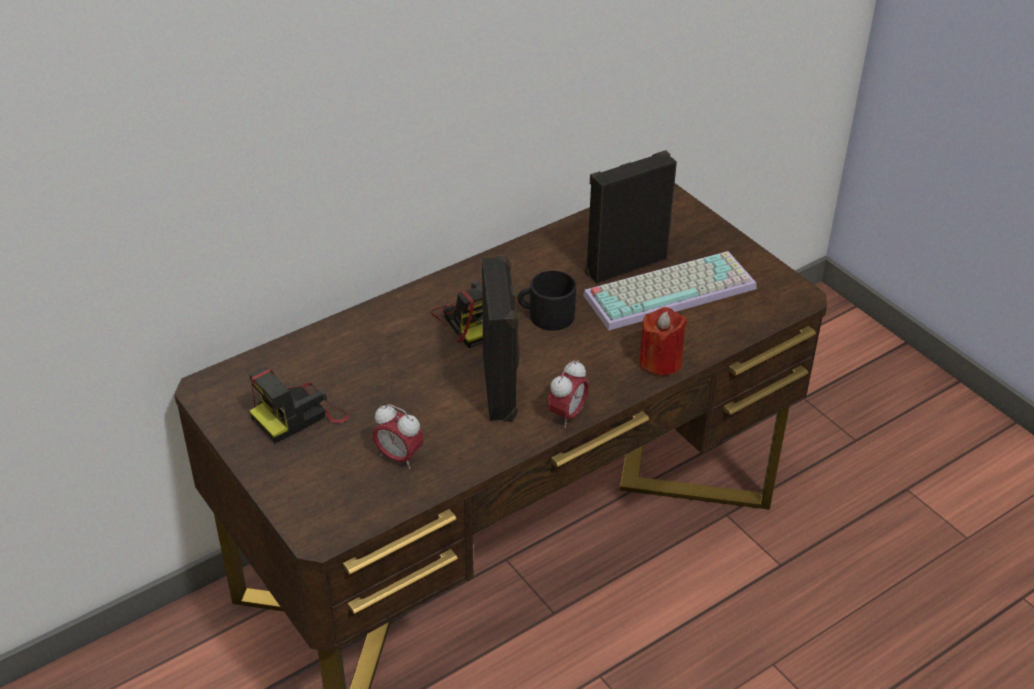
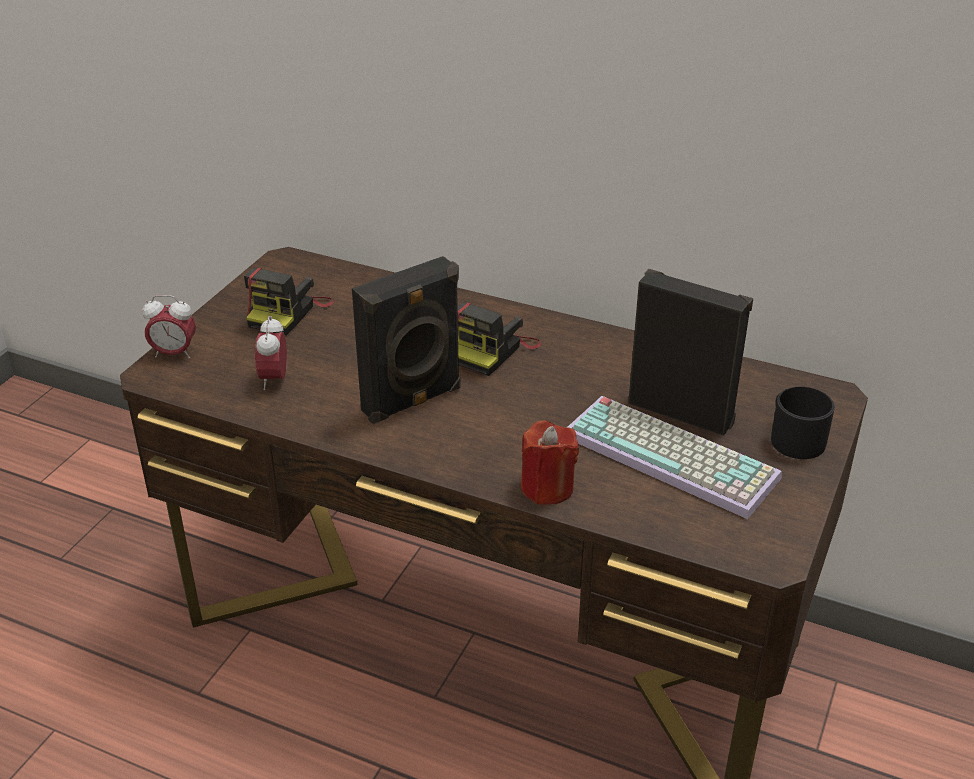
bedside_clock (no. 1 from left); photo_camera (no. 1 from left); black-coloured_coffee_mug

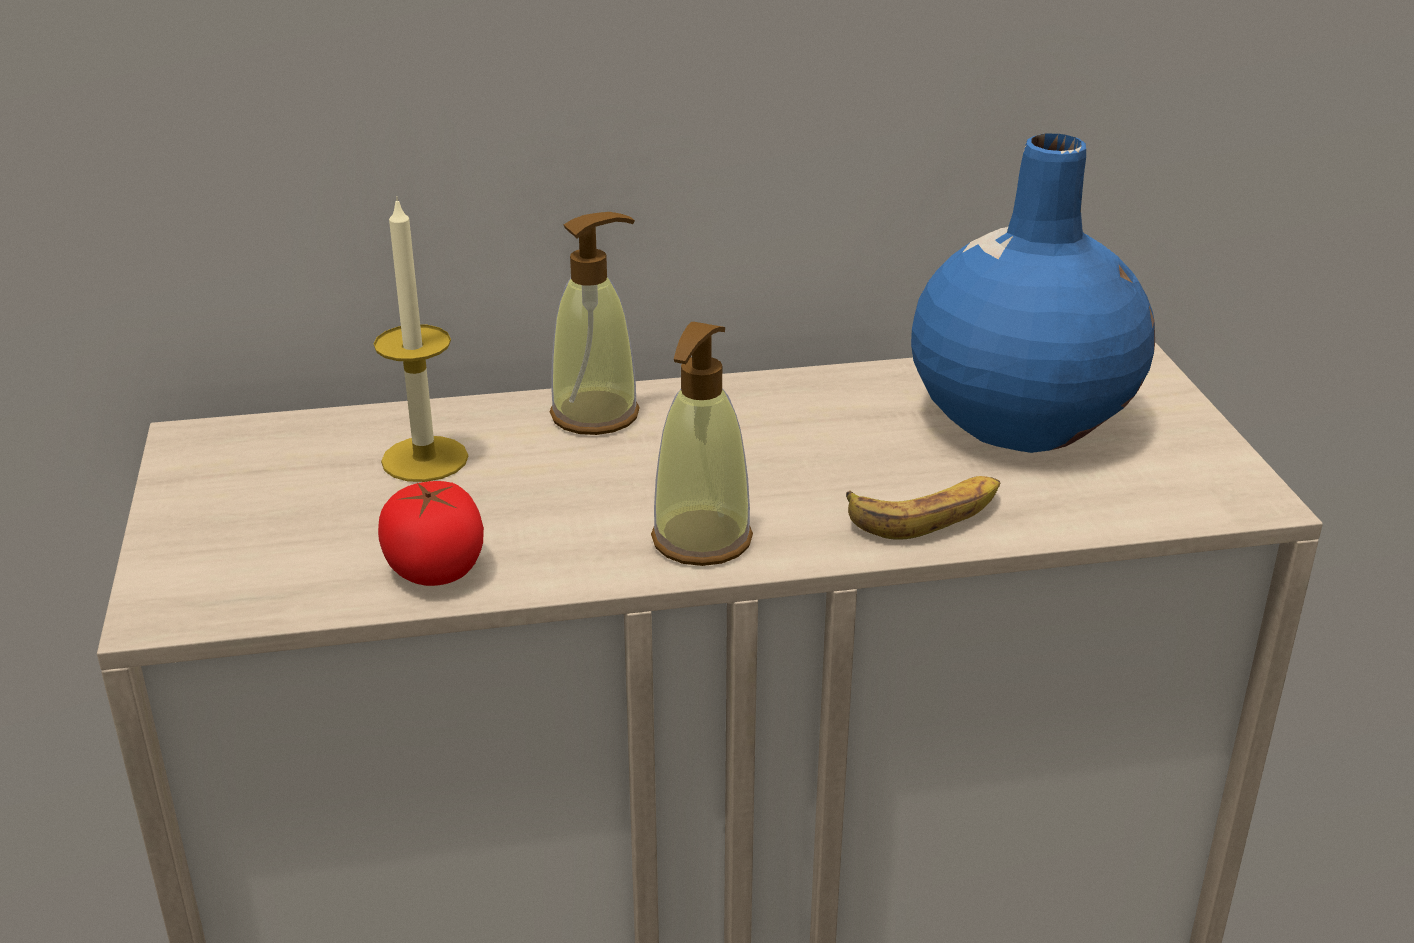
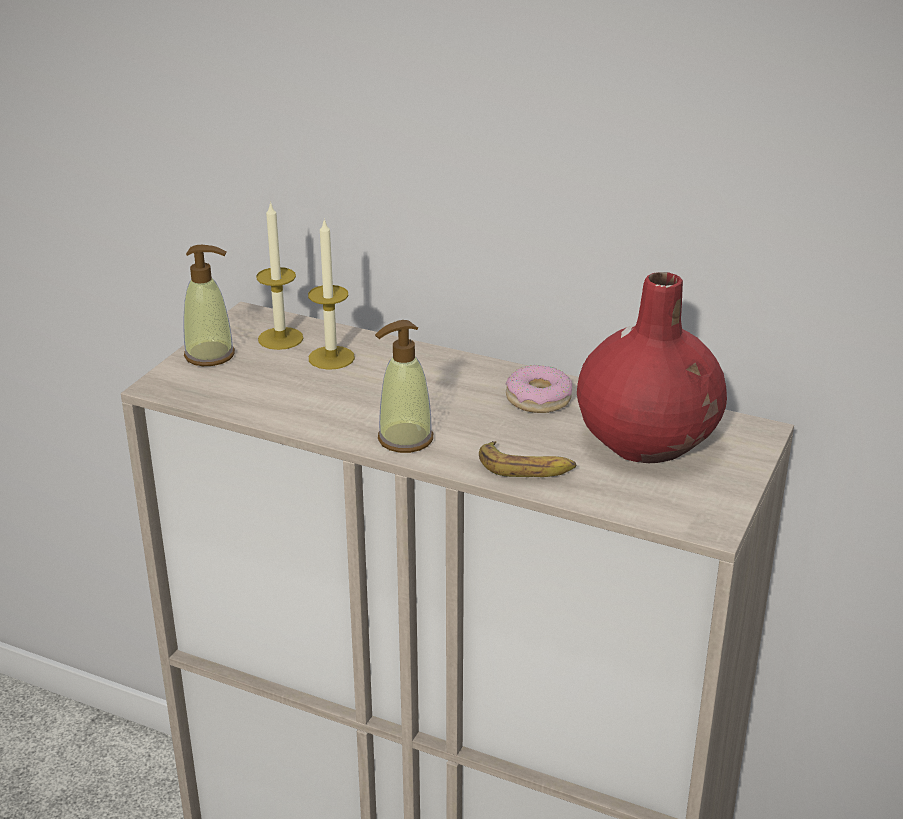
soap_bottle (no. 1 from left); candle (no. 1 from left); donut; red_flower_vase; tomato

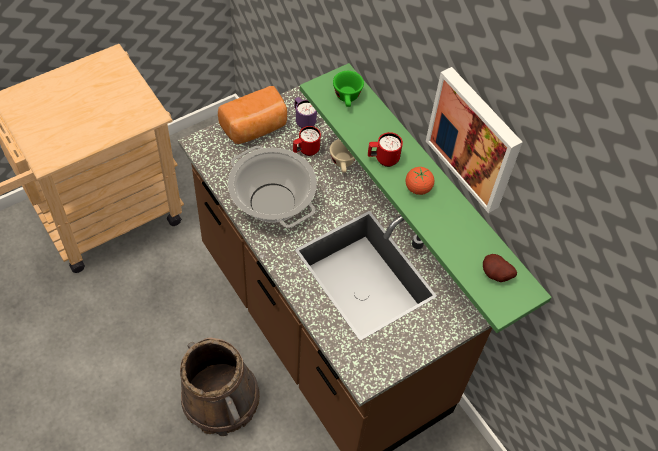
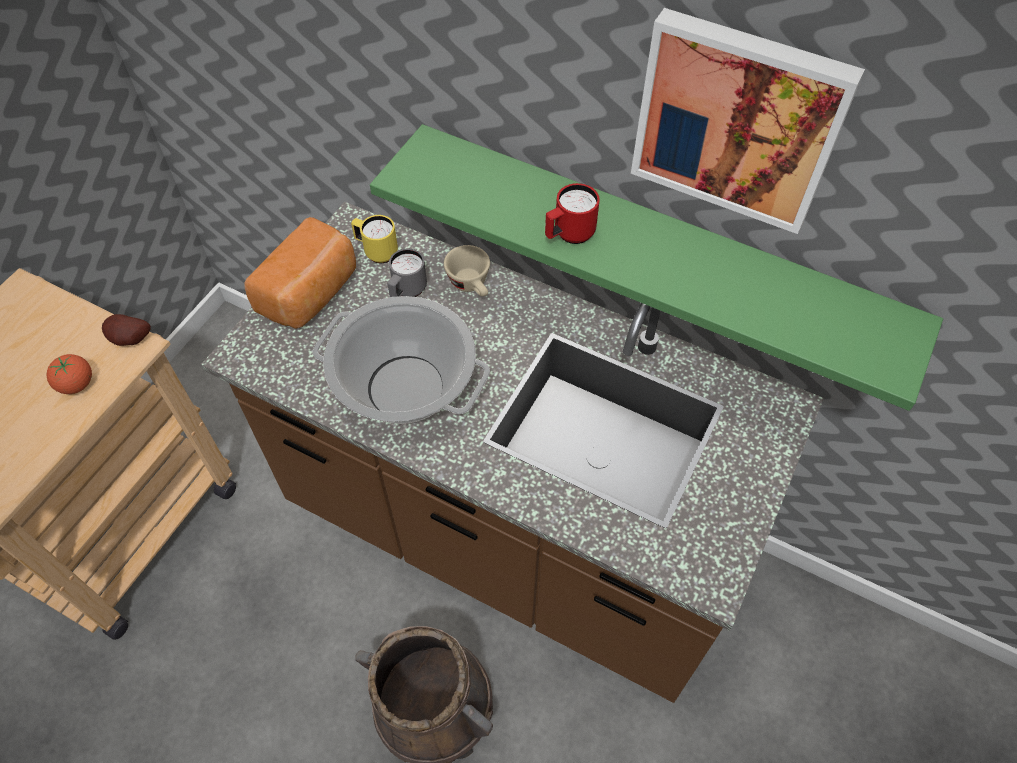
tomato; spud; yellow-coloured_coffee_mug; grey_coffee_mug; green_small_cup

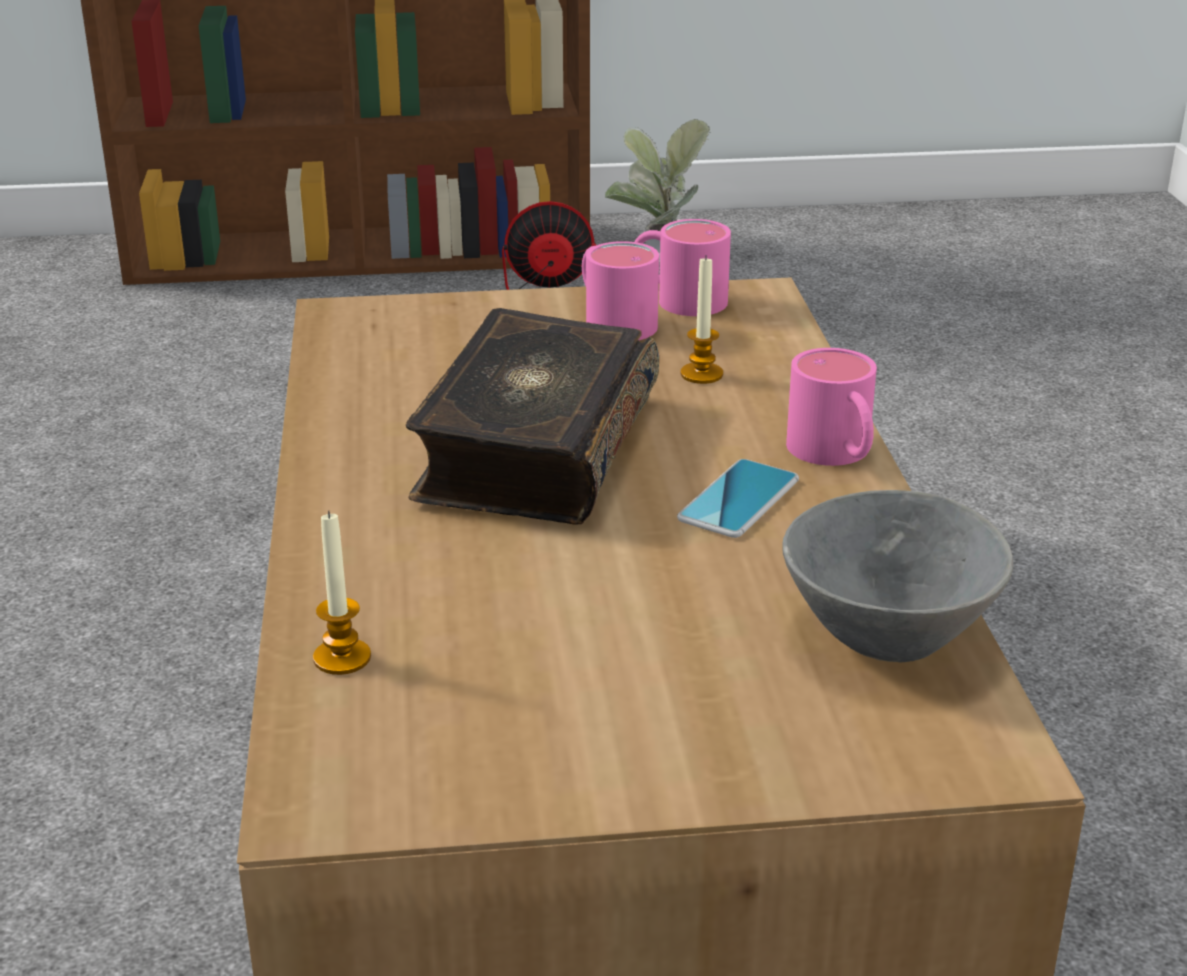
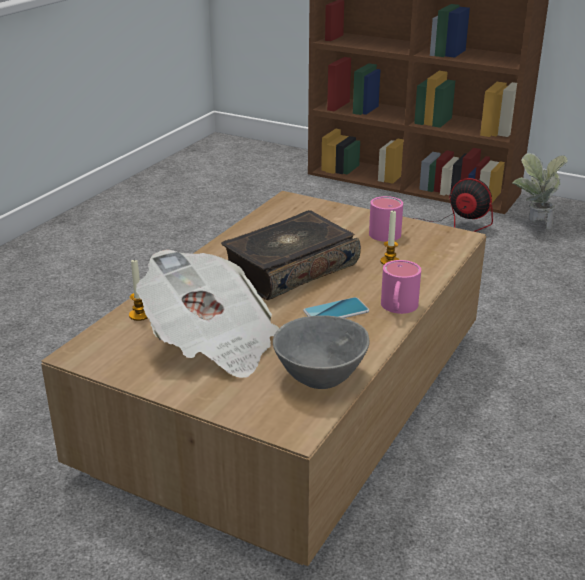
newspaper; pink-coloured_coffee_mug (no. 2 from left in the first image)

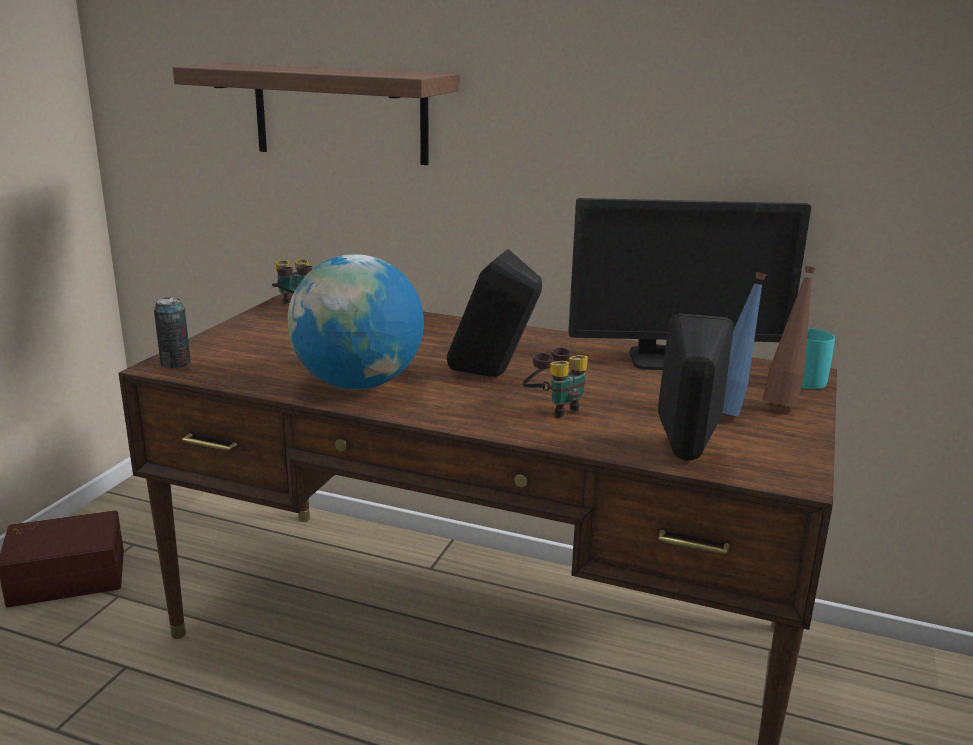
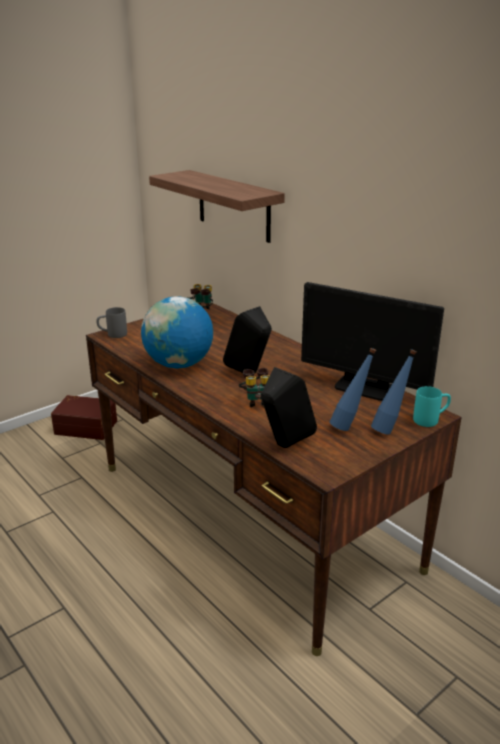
grey_coffee_mug; blue_drink_bottle (no. 2 from left)

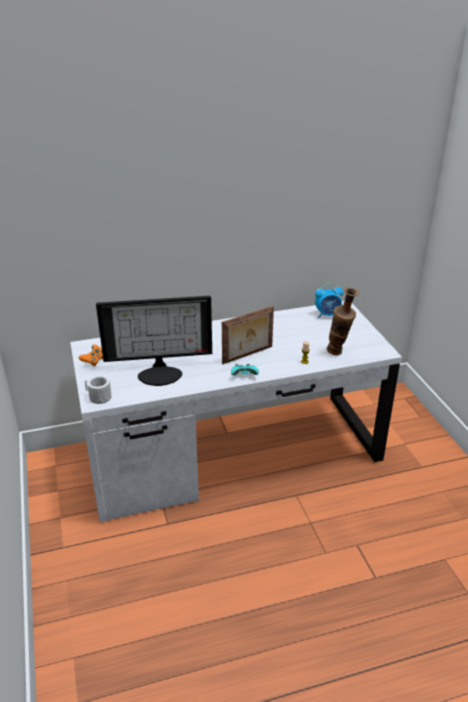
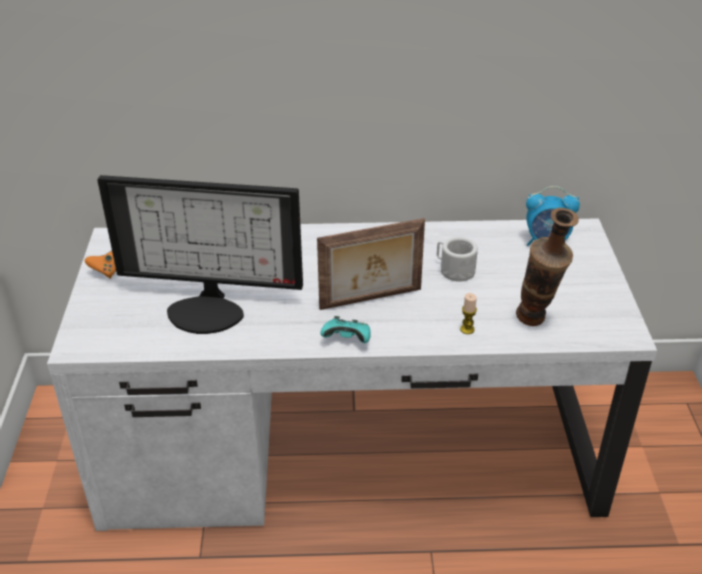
white-coloured_coffee_mug

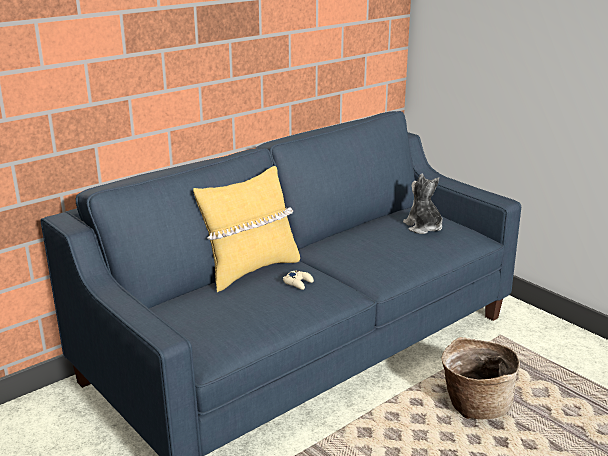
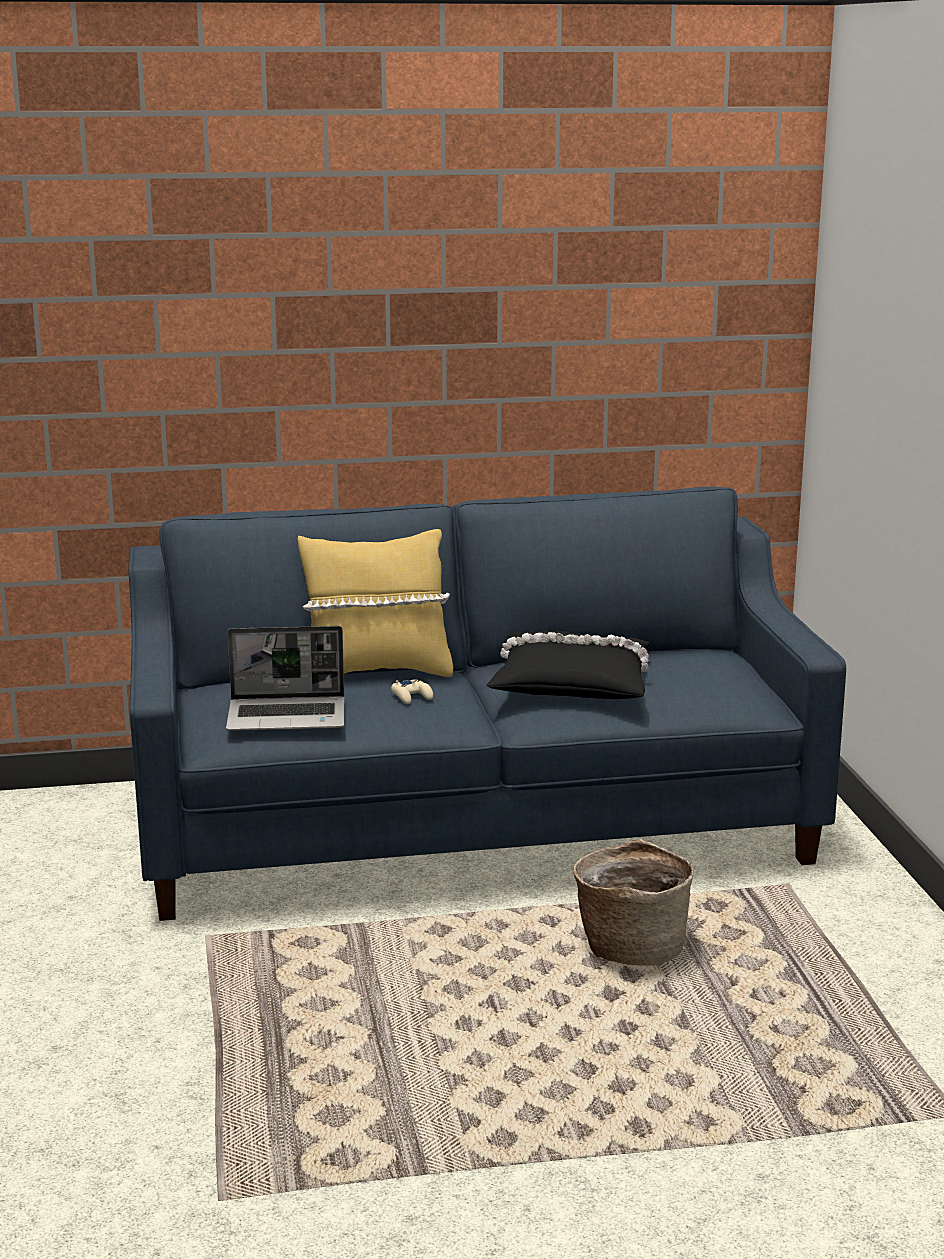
portable_computer; black-coloured_pillow; soft_toy

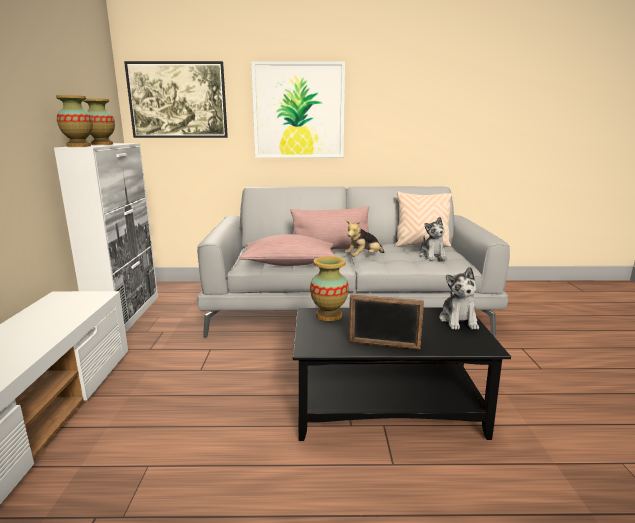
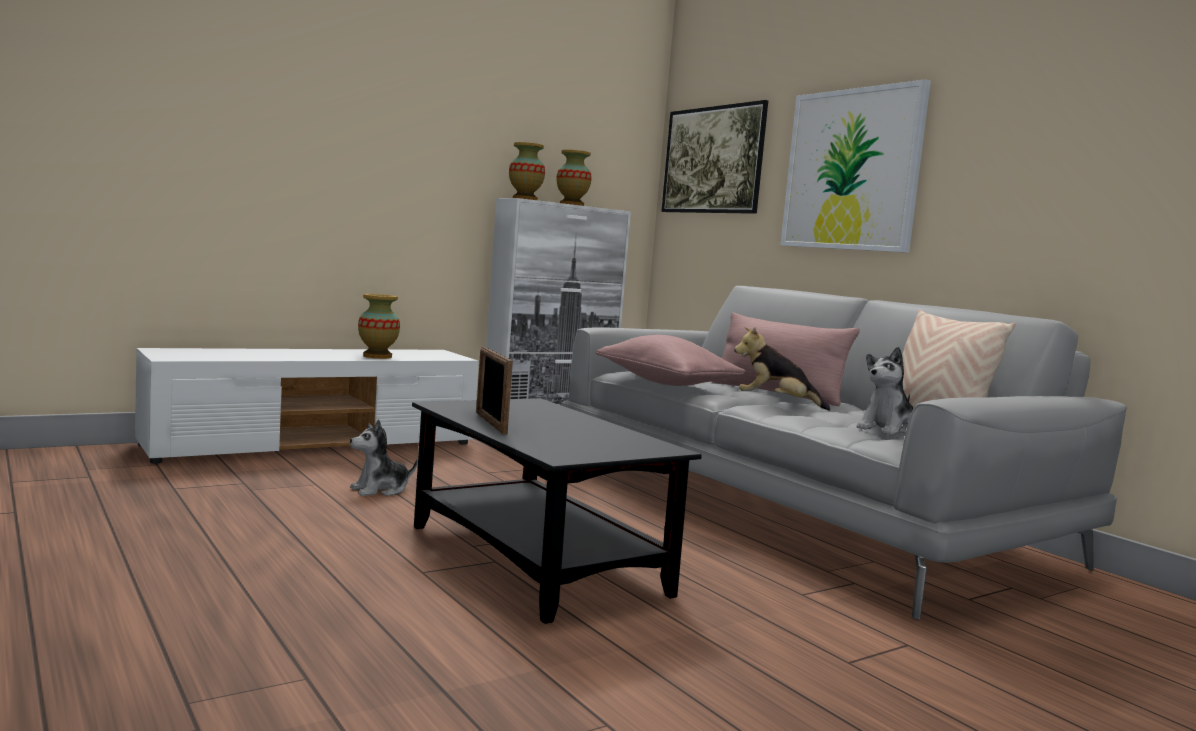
soft_toy (no. 1 from left); flower_vase (no. 1 from left)

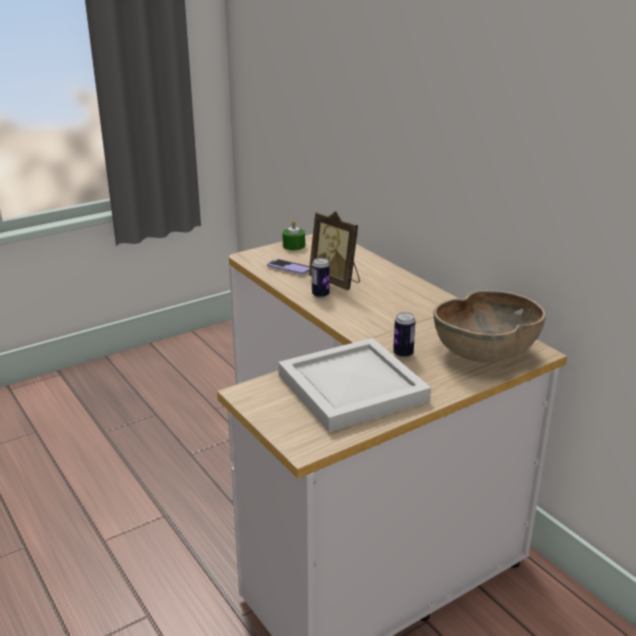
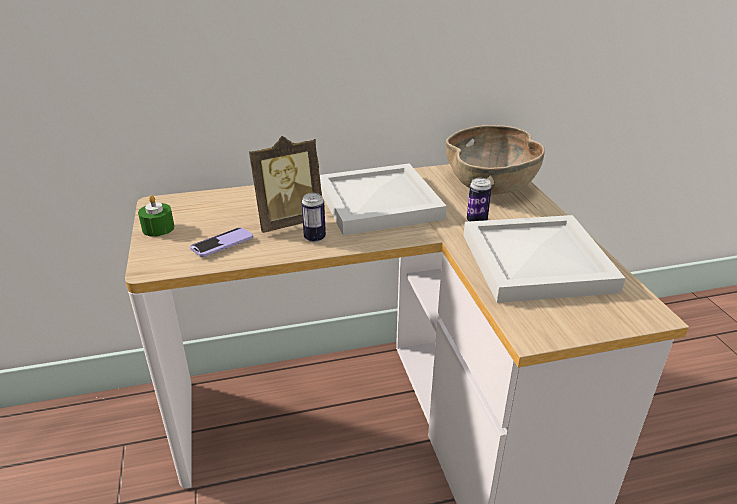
white-coloured_tray (no. 1 from left)

